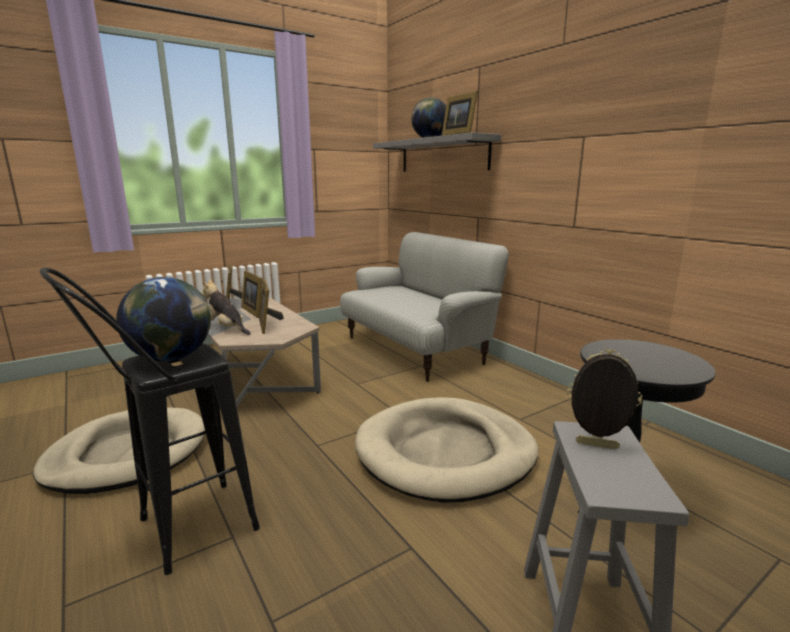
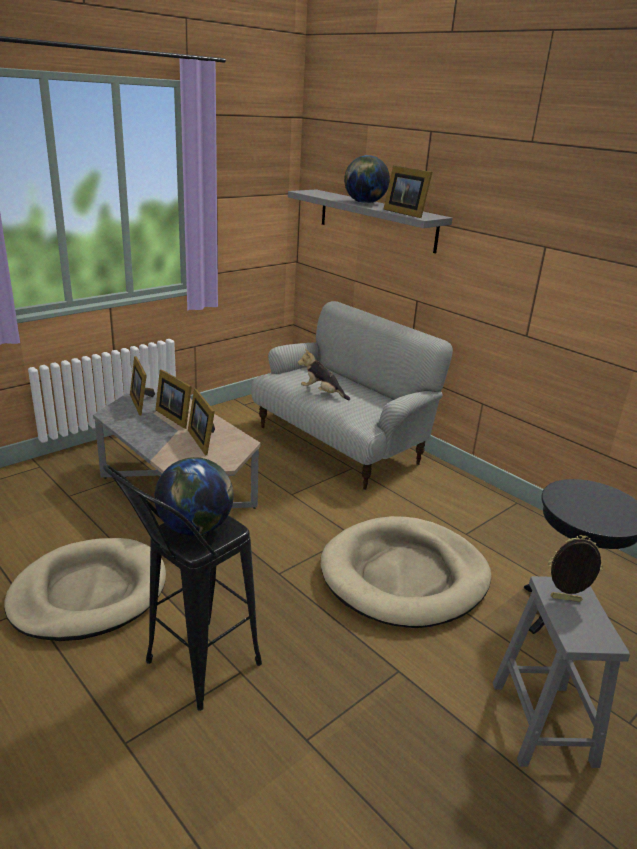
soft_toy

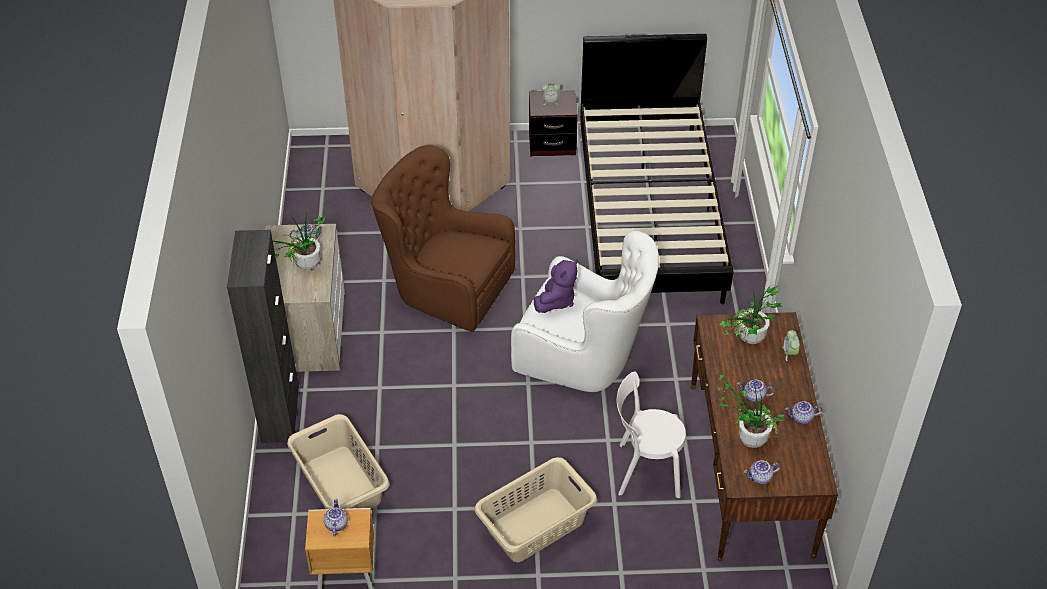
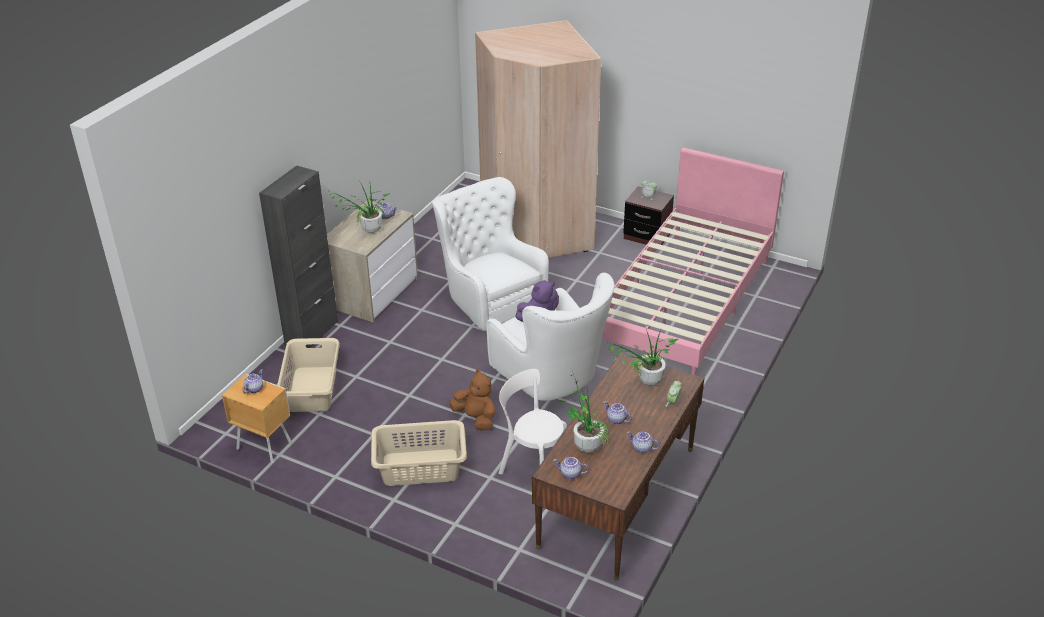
white-coloured_armchair (no. 1 from left); brown_soft_toy; pink-coloured_sleeping_bed

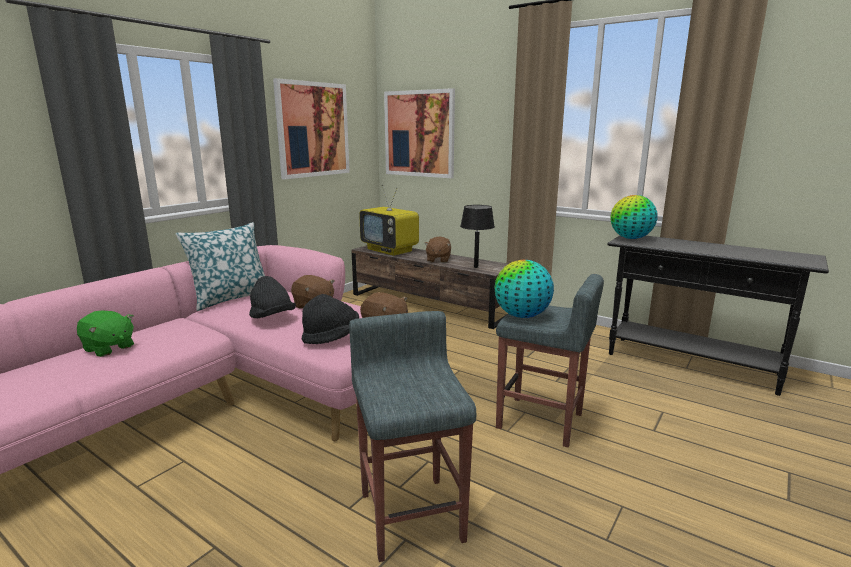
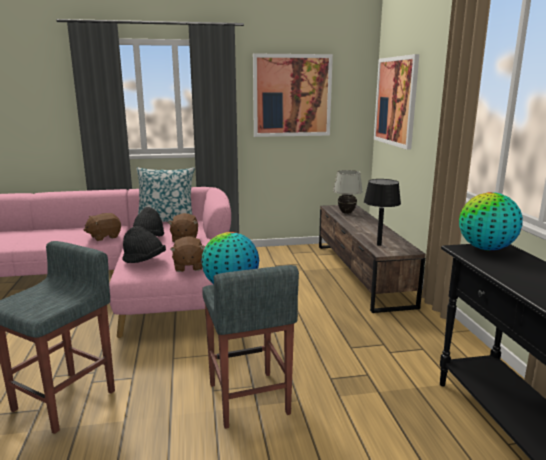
brown_soft_toy (no. 1 from left); white-coloured_lamp_for_a_table; green_soft_toy

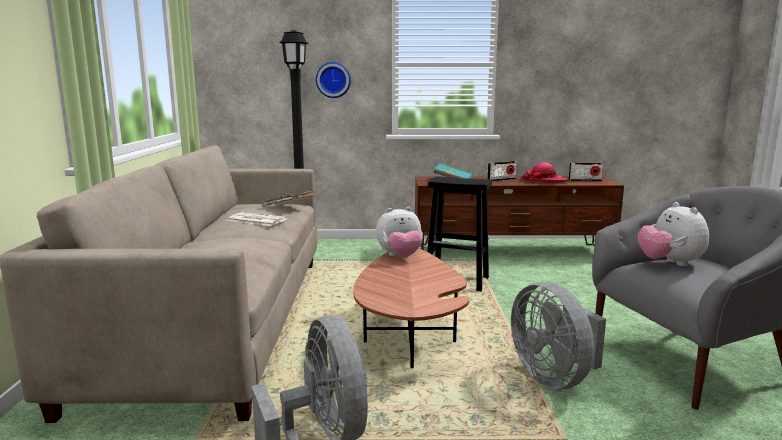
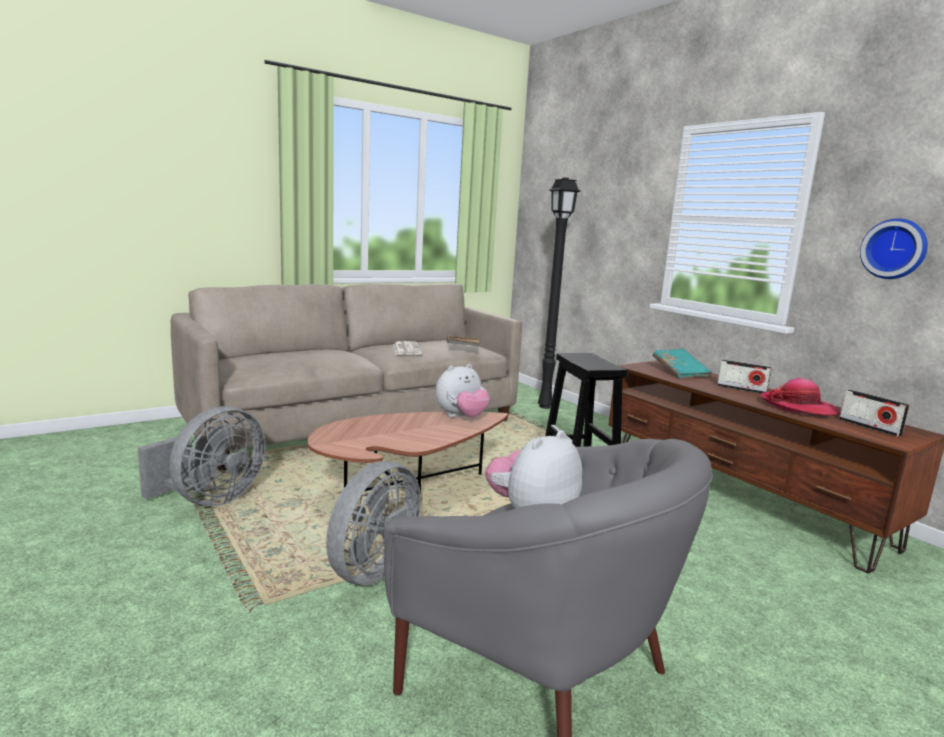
soft_toy (no. 1 from left); wall_clock

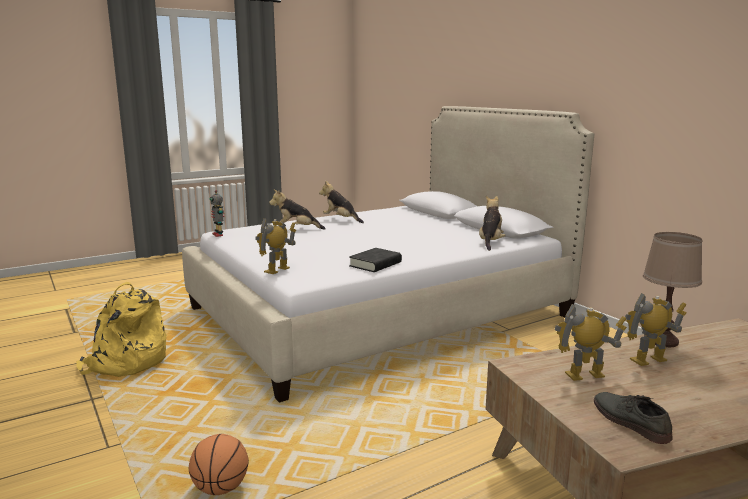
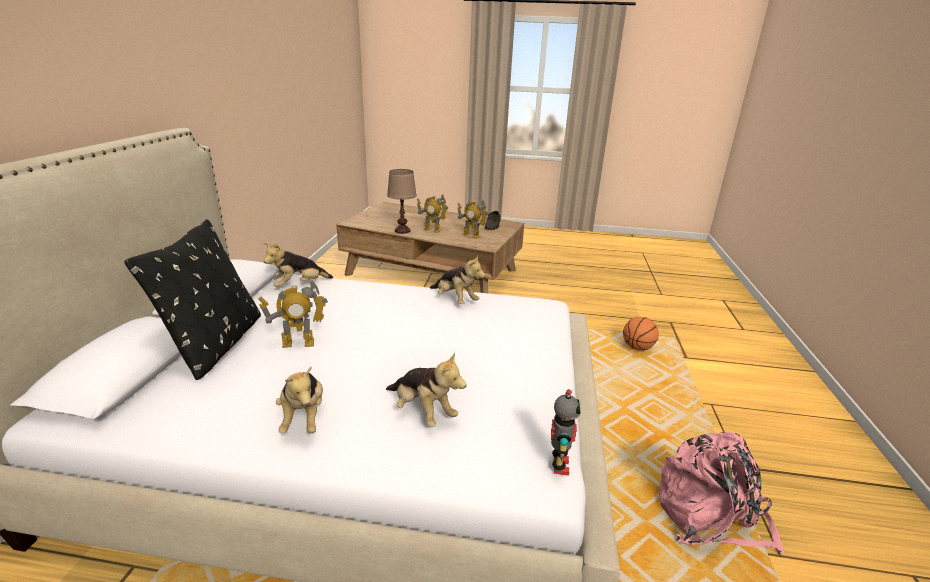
black-coloured_pillow; toy_robot (no. 1 from left); soft_toy (no. 4 from left); pink-coloured_backpack

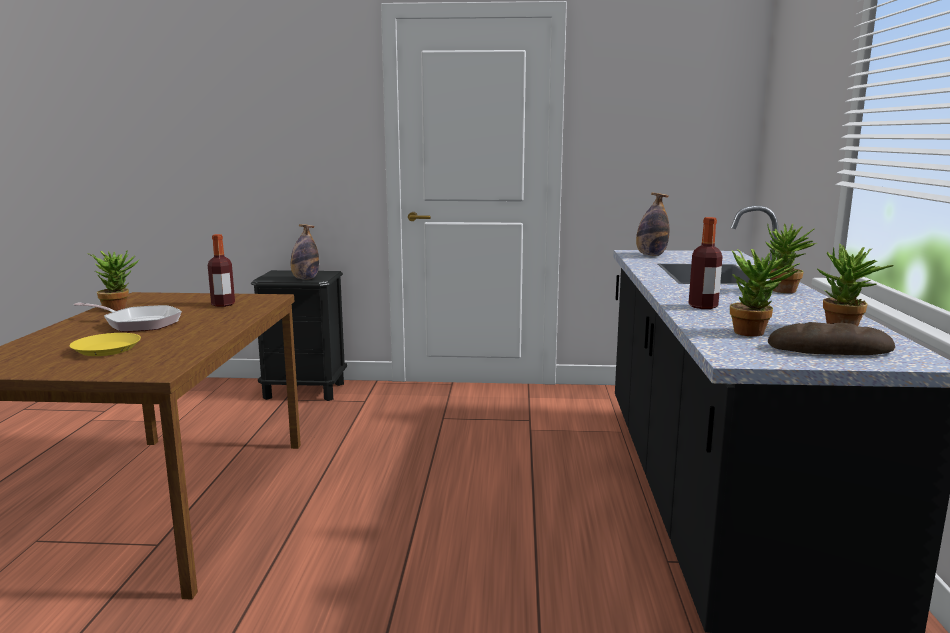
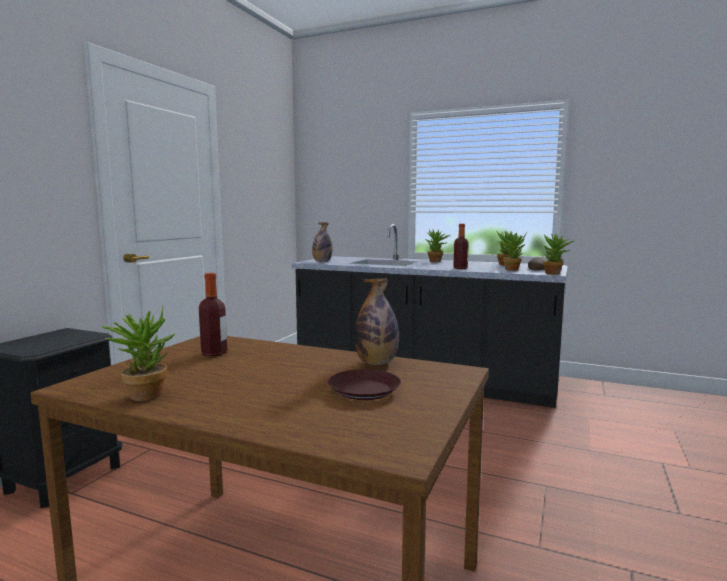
brown_flat_dish; drink_bottle (no. 3 from left); potted_plant (no. 5 from left); frying_pan

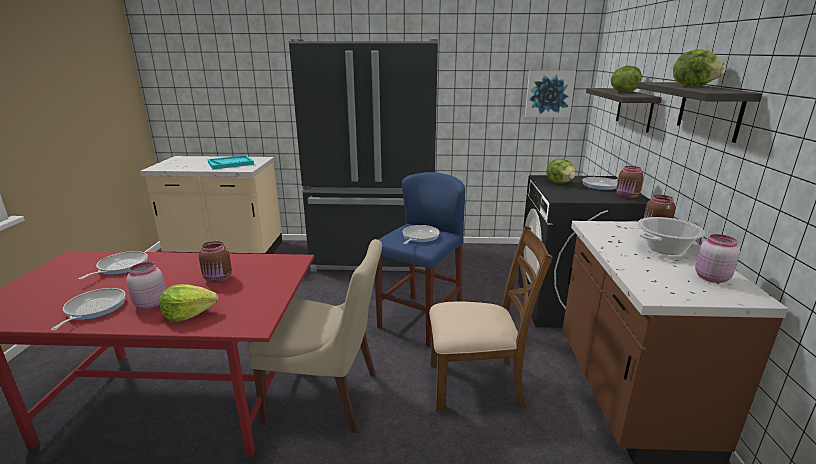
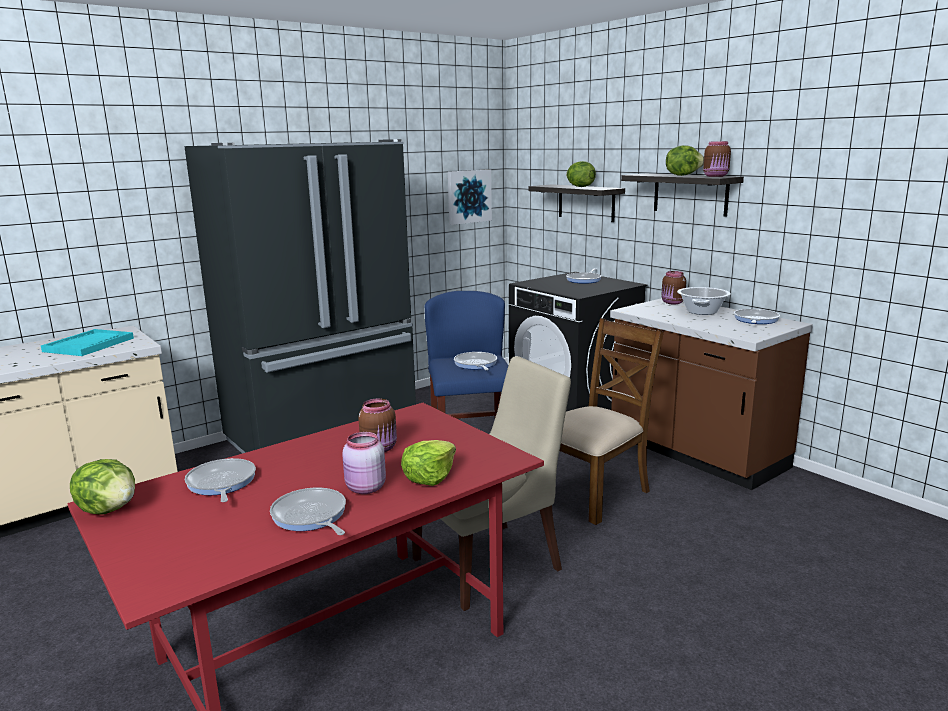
lettuce (no. 1 from left); brown_storage_jar (no. 3 from left); frying_pan (no. 5 from left)

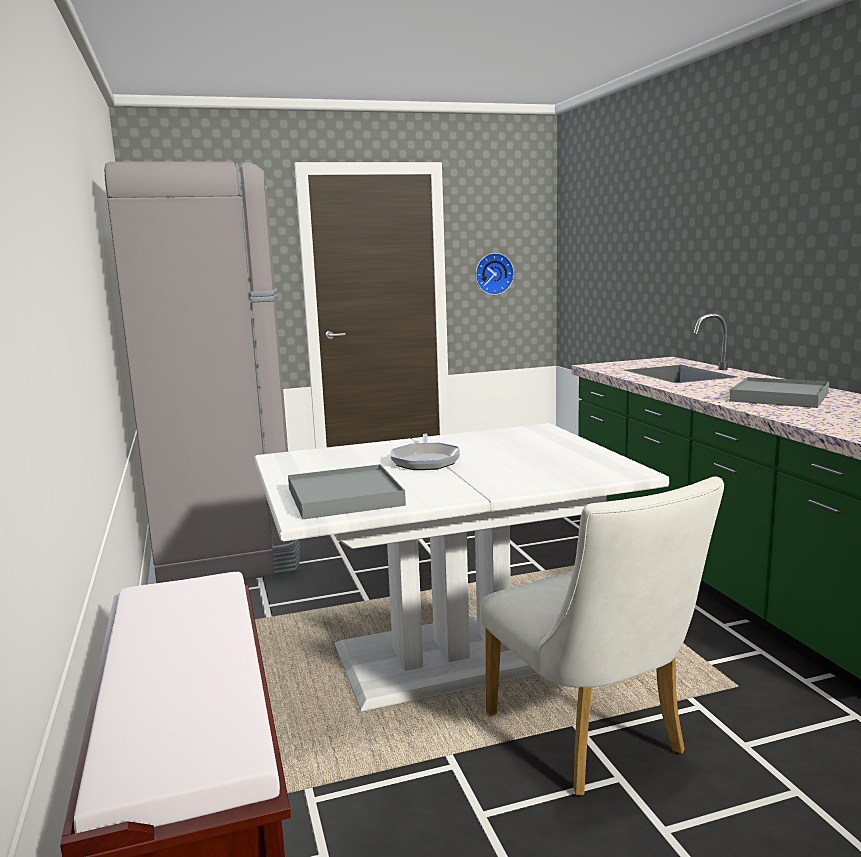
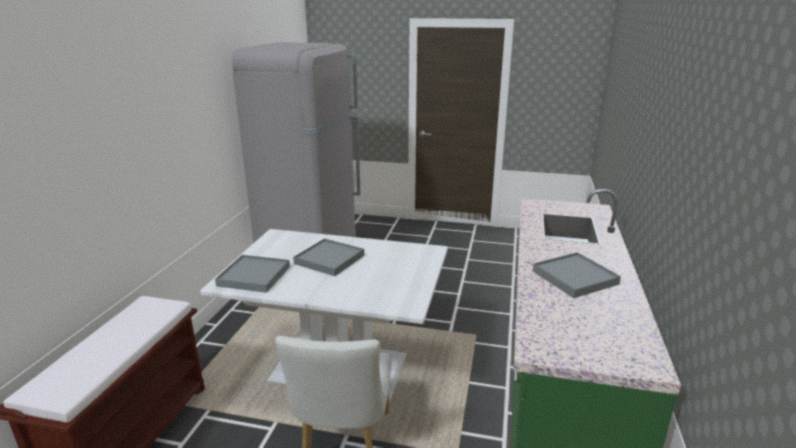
grey_tray (no. 2 from left); wall_clock

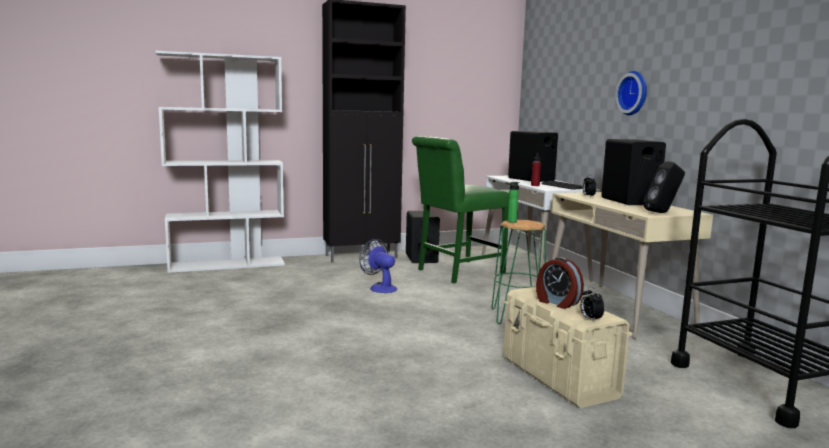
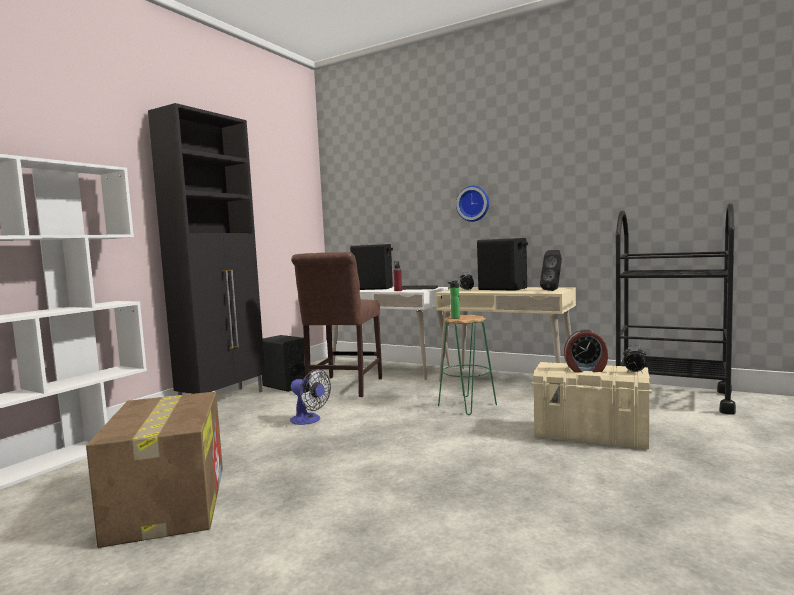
cardboard_box; fan; brown_chair

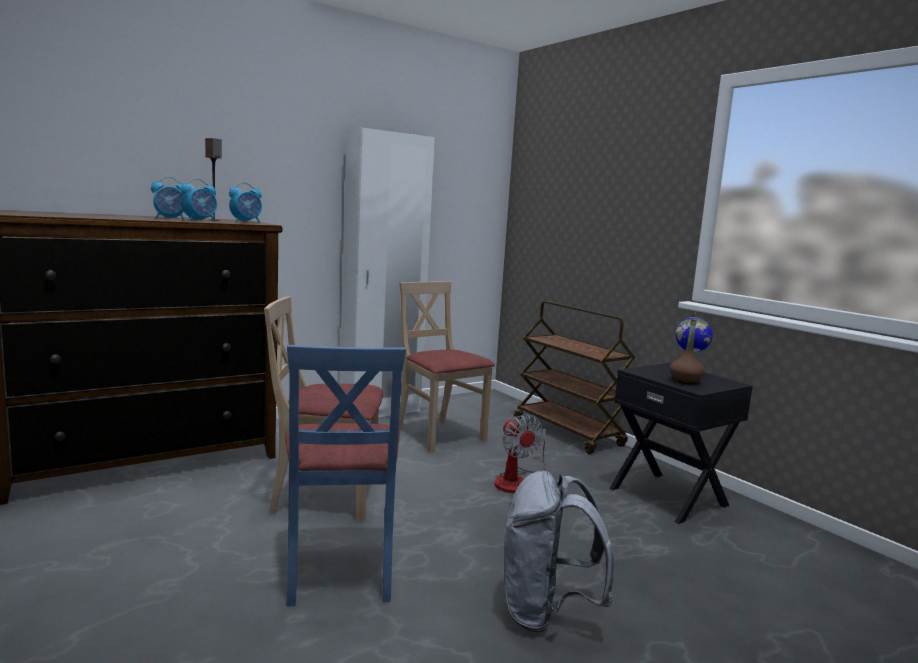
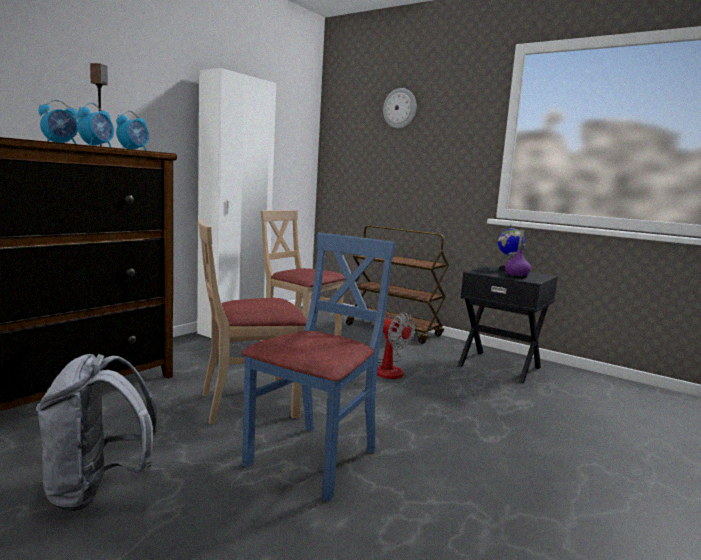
grey_backpack; blue_chair; wall_clock; purple-coloured_drink_bottle

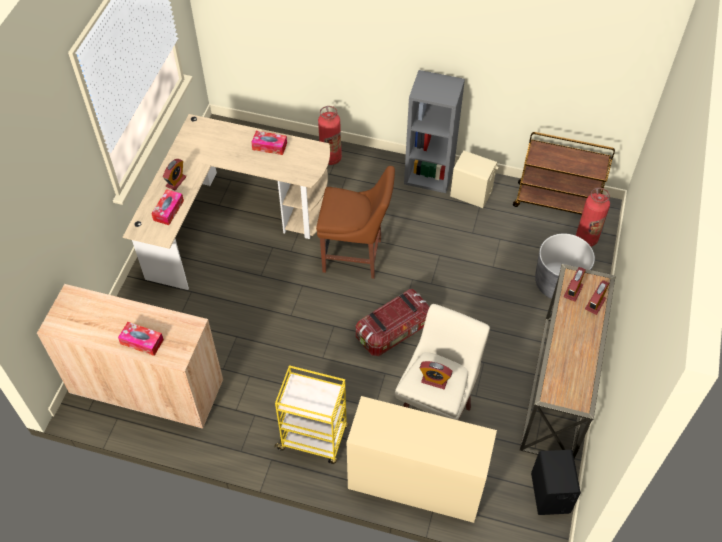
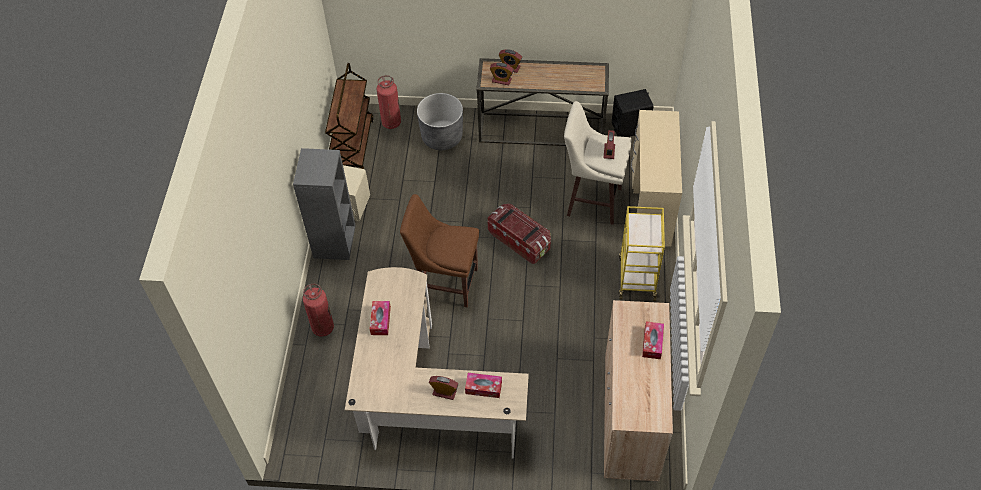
brown_chair

